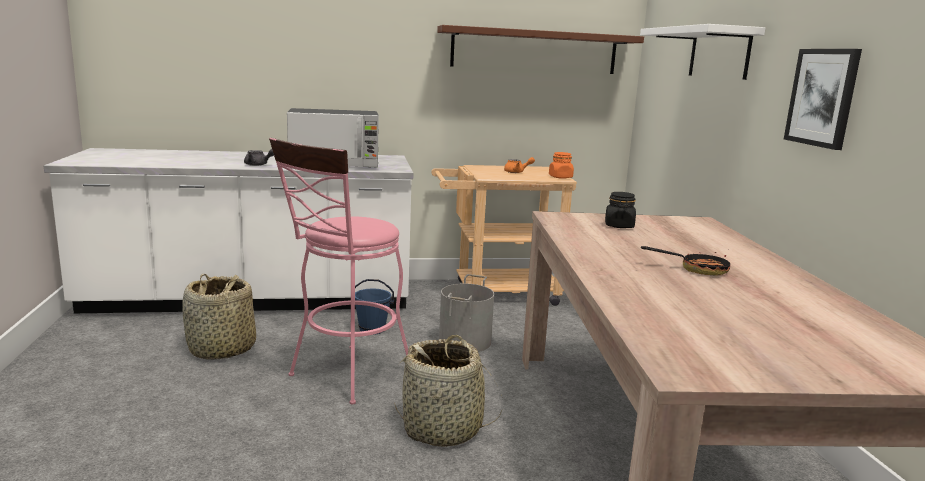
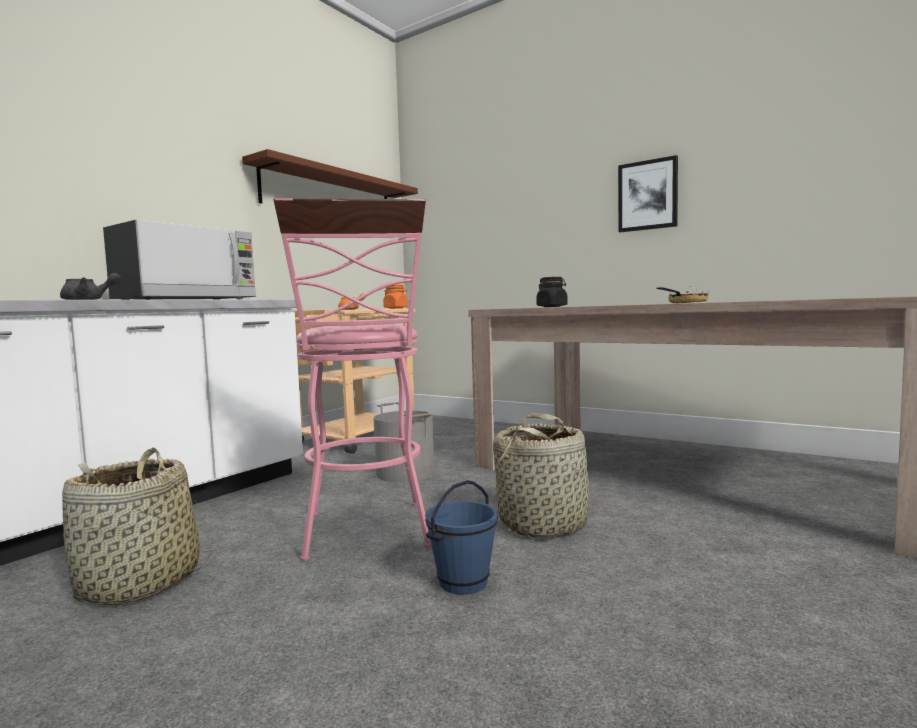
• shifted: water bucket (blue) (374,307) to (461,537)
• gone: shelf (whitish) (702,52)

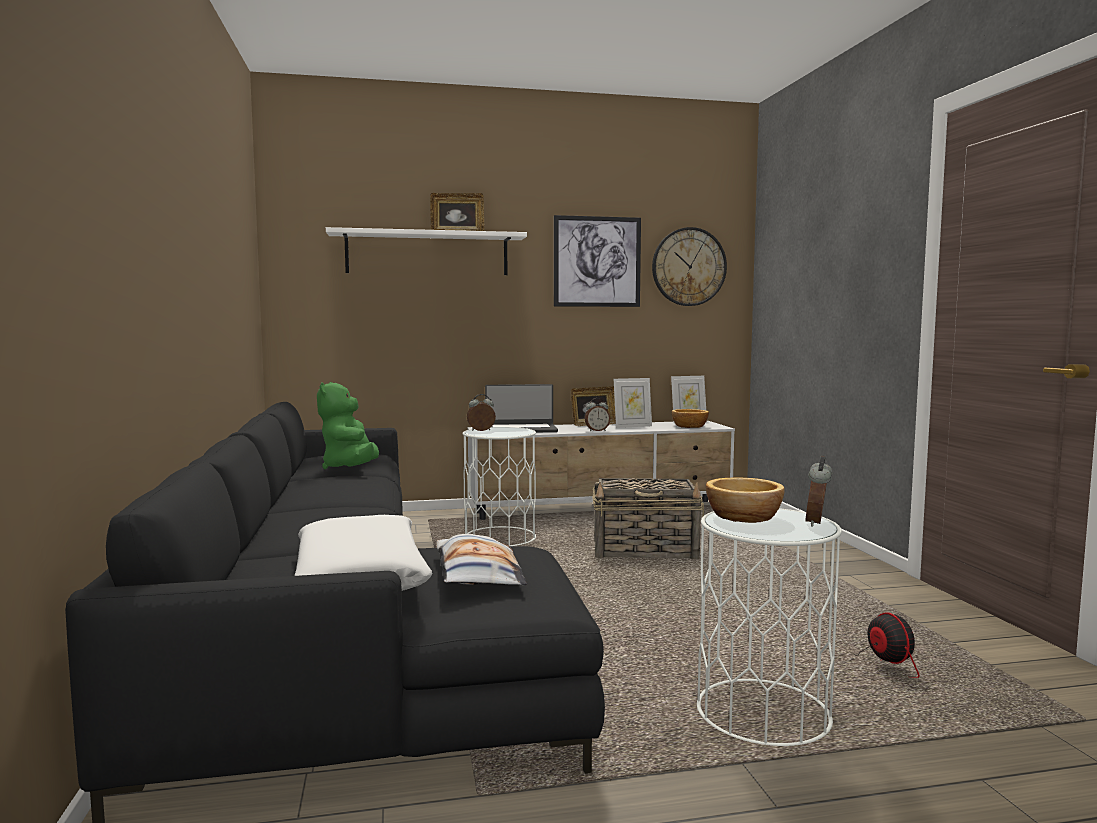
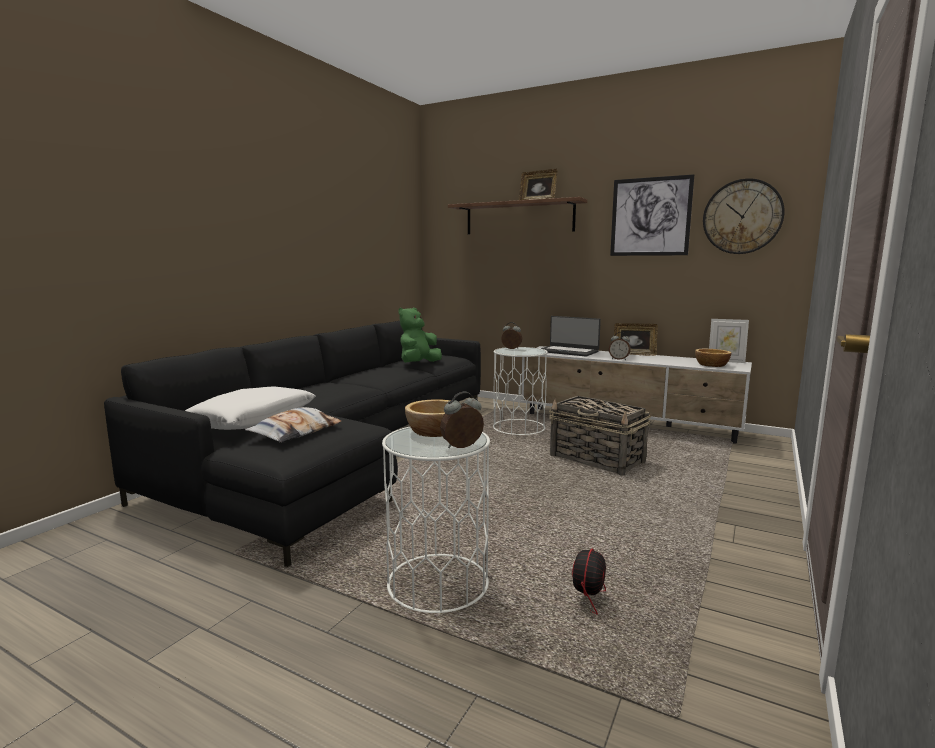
• repainted: shelf (whitish) (426,251) to shelf (brown) (517,215)
• gone: standing frame (633,403)

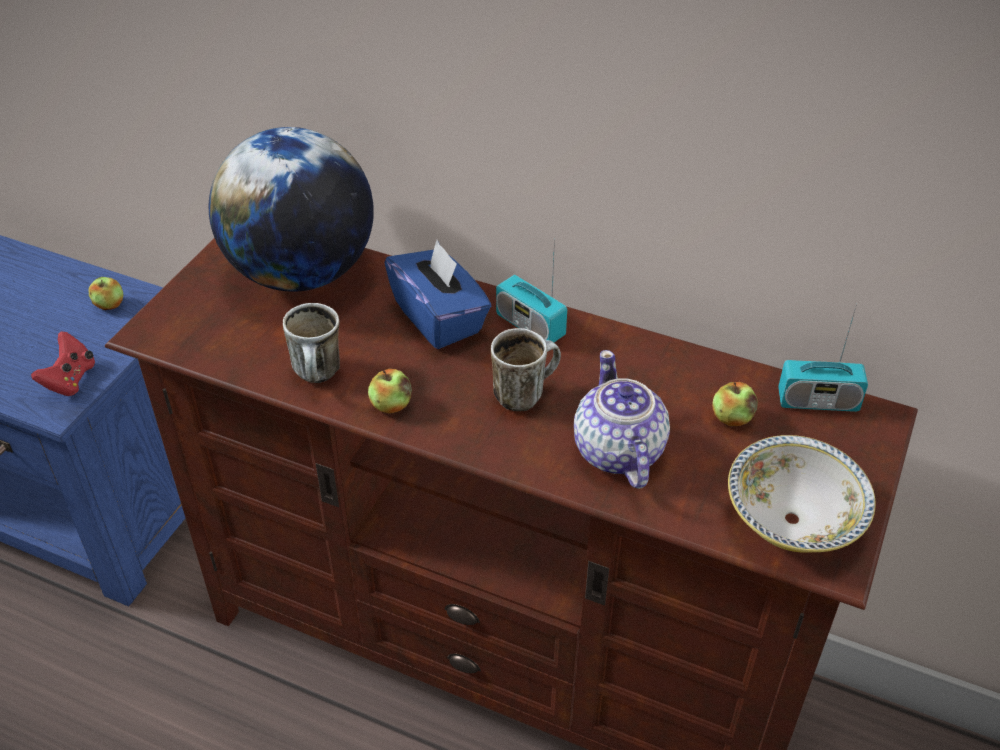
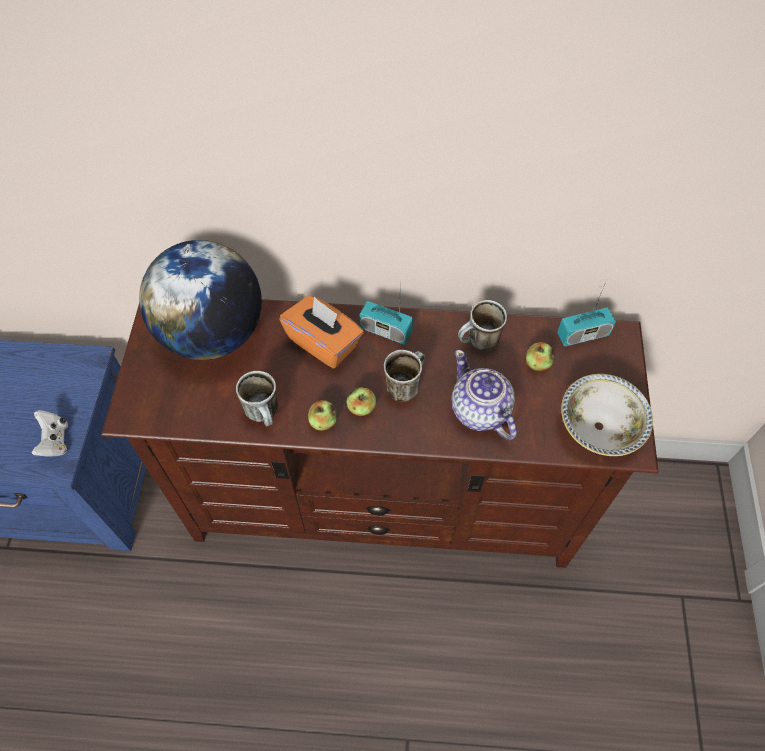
• repainted: joypad (red) (63,364) to joypad (whitish) (49,433)
• repainted: box of tissues (blue) (438,294) to box of tissues (orange) (321,332)
• shifted: apple fruit (106,293) to (361,401)
• new: tea mug (482,325)

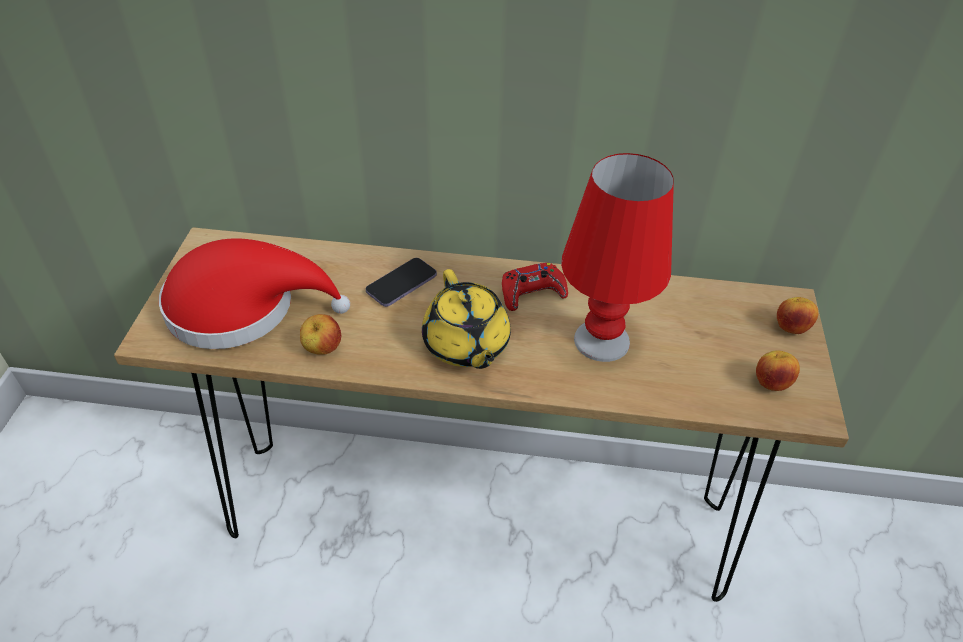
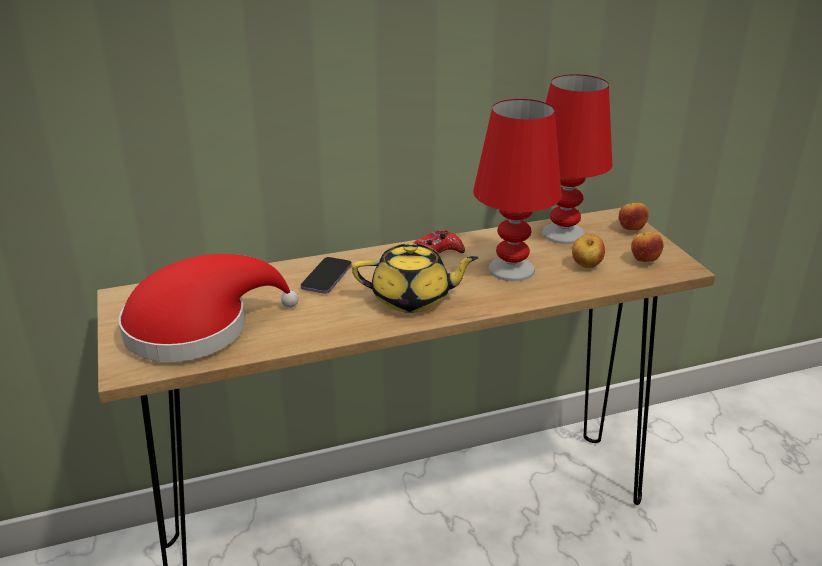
• rotated: teapot (yellowish) (466,319) = (415,278) 45 degrees counterclockwise
• new: table lamp (red) (577,159)
• shifted: apple fruit (320,334) to (588,251)

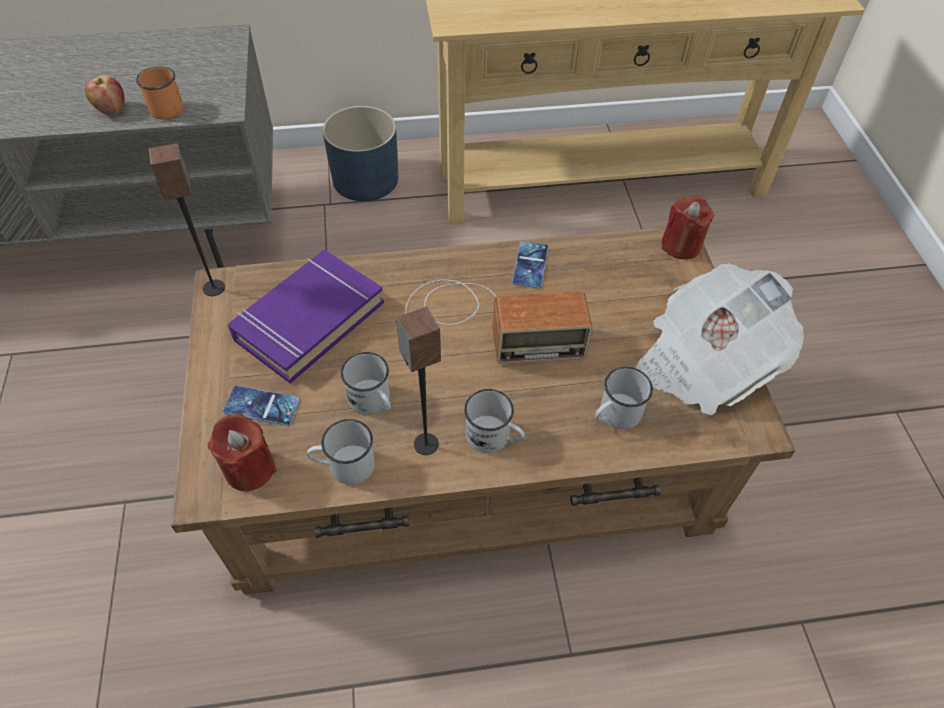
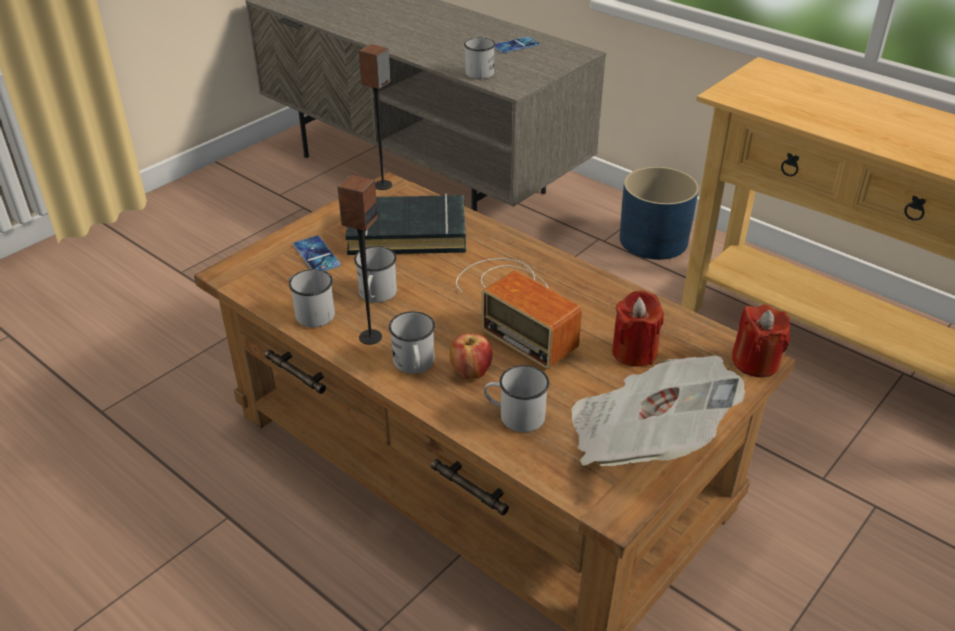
• repainted: book (purplish) (306,316) to book (black) (406,224)
• shifted: apple fruit (105,94) to (471,356)
• repainted: tea mug (orange) (160,92) to tea mug (whitish) (480,58)
• shifted: telephone (530,264) to (517,45)
• shifted: wax light (red) (241,452) to (638,328)

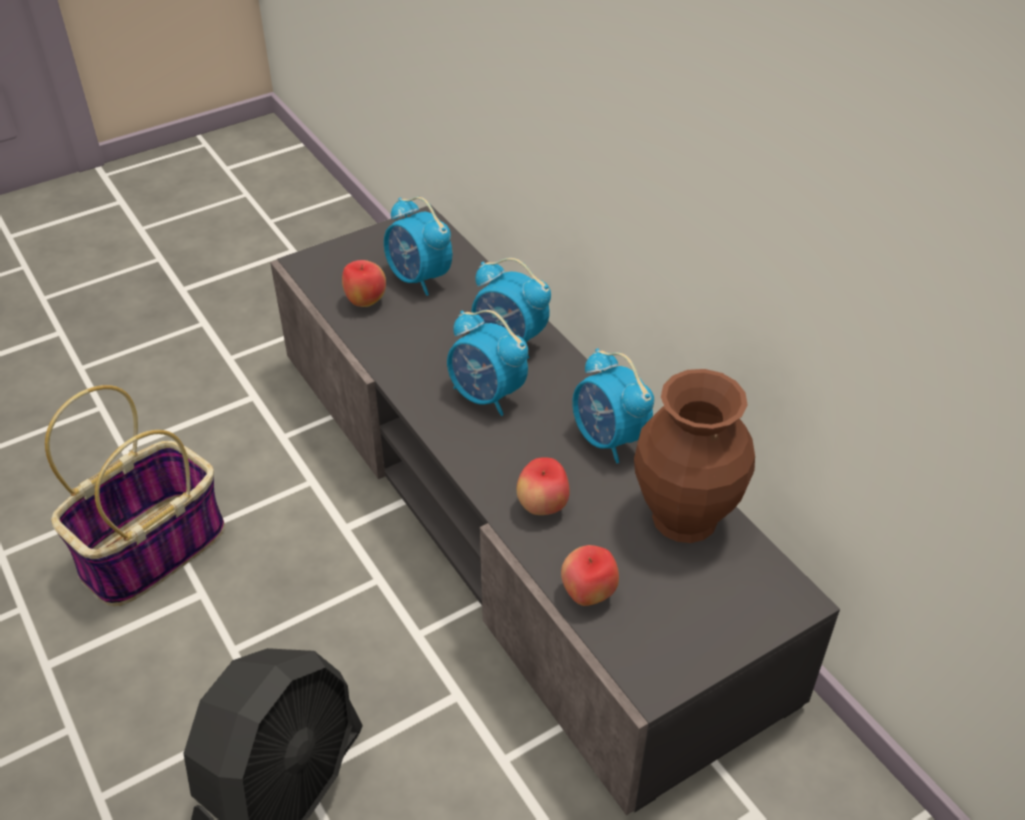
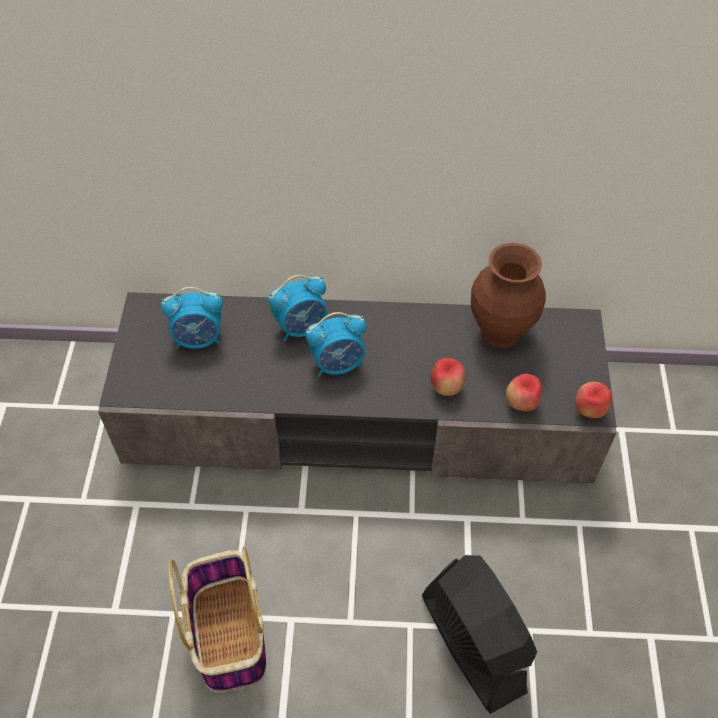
• shifted: apple fruit (364,283) to (593,400)
• gone: bedside clock (613,405)

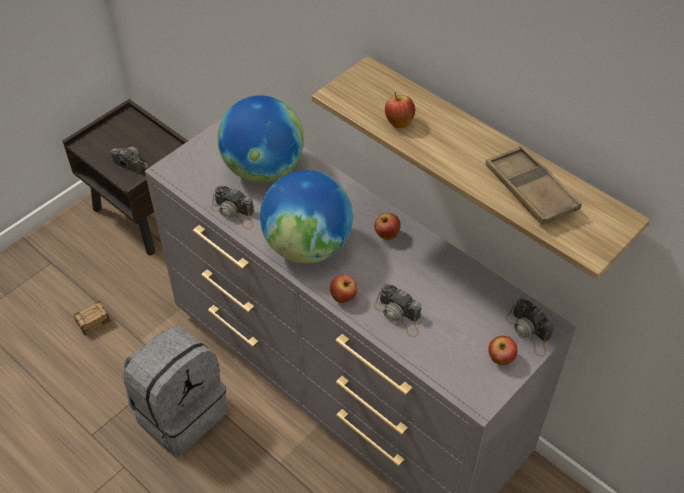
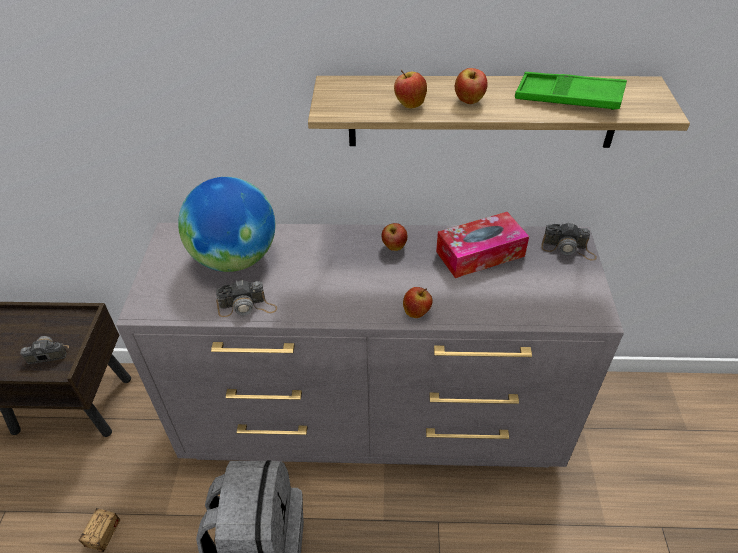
• new: box of tissues (482,245)
• shifted: apple fruit (502,350) to (471,86)
• repainted: serving tray (brown) (534,185) to serving tray (green-coloured) (571,91)
• gone: desk globe (306,216)
• gone: still camera (397,310)

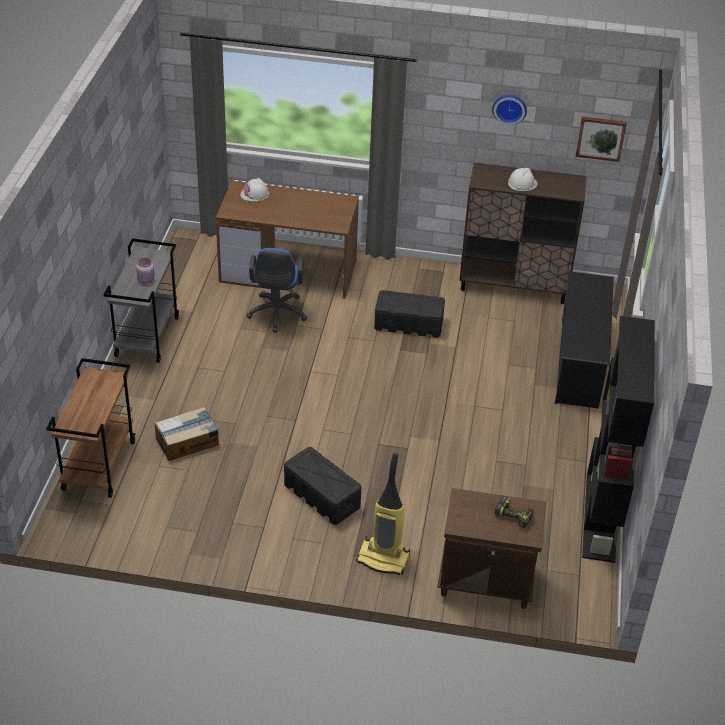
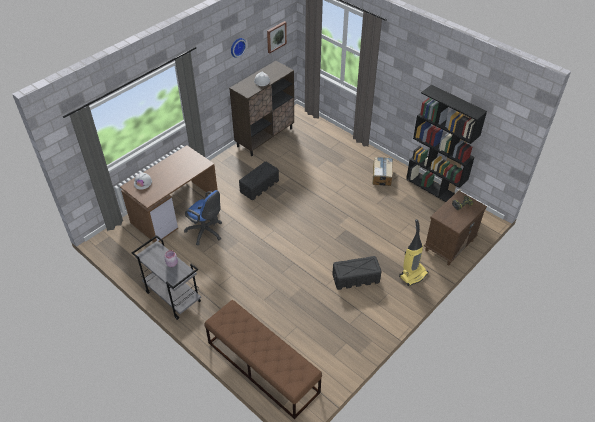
• swapped: trolley (brown) (90,428) to indoor bench (brown) (263,359)
• shifted: packing box (187,434) to (383,171)
• gone: shoe stand (black) (584,340)

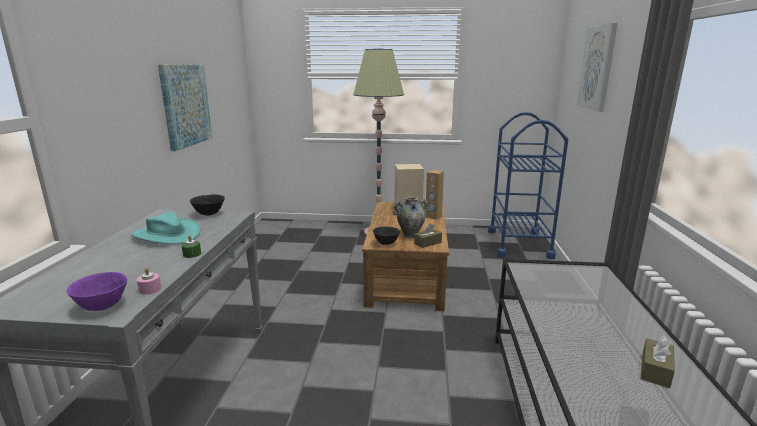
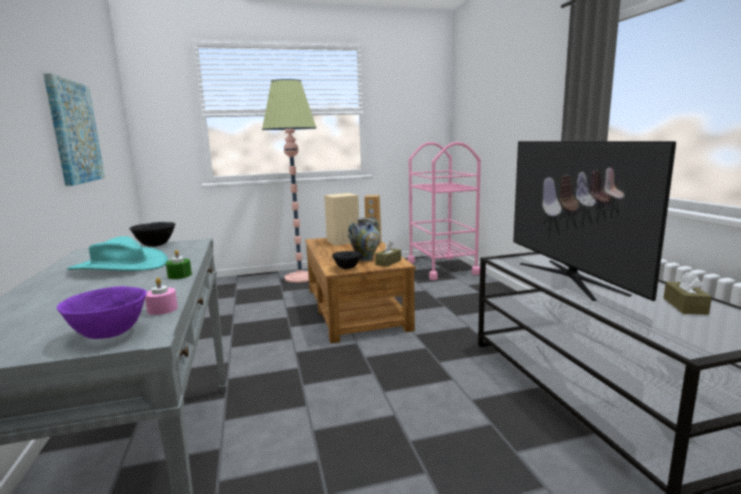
• repainted: trolley (blue) (528,185) to trolley (pinkish) (444,211)
• new: television (594,221)
• gone: picture (597,67)

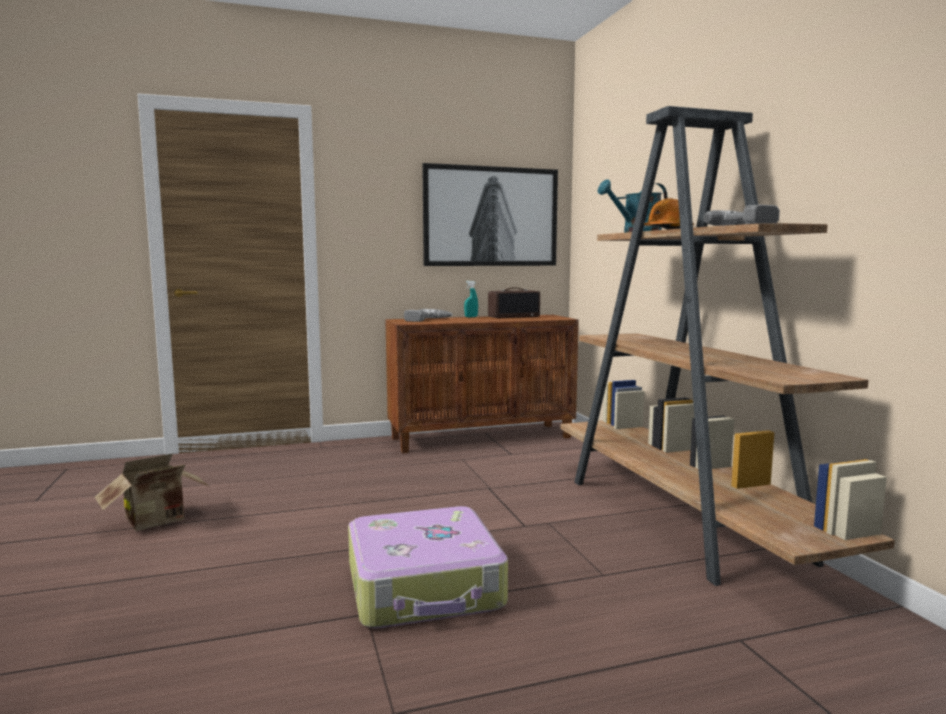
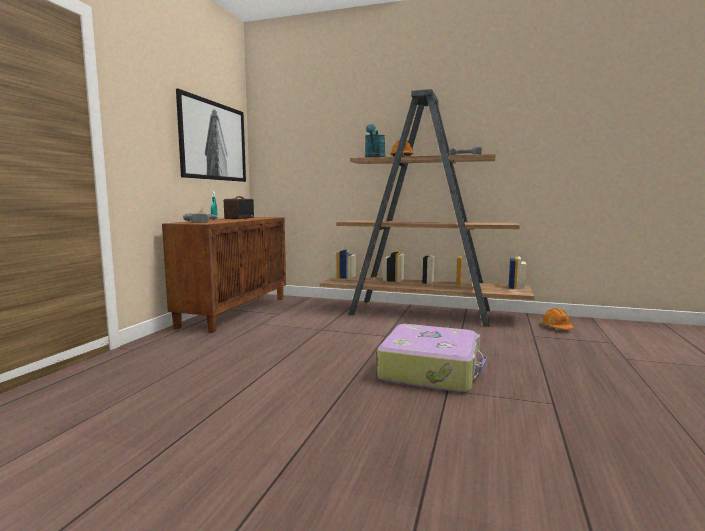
• new: safety helmet (orange) (557,318)
• gone: packing box (152,492)

